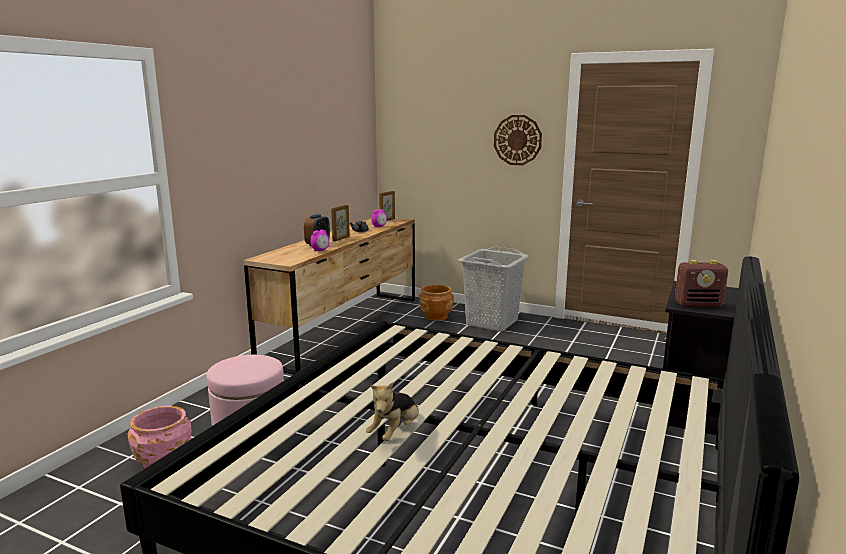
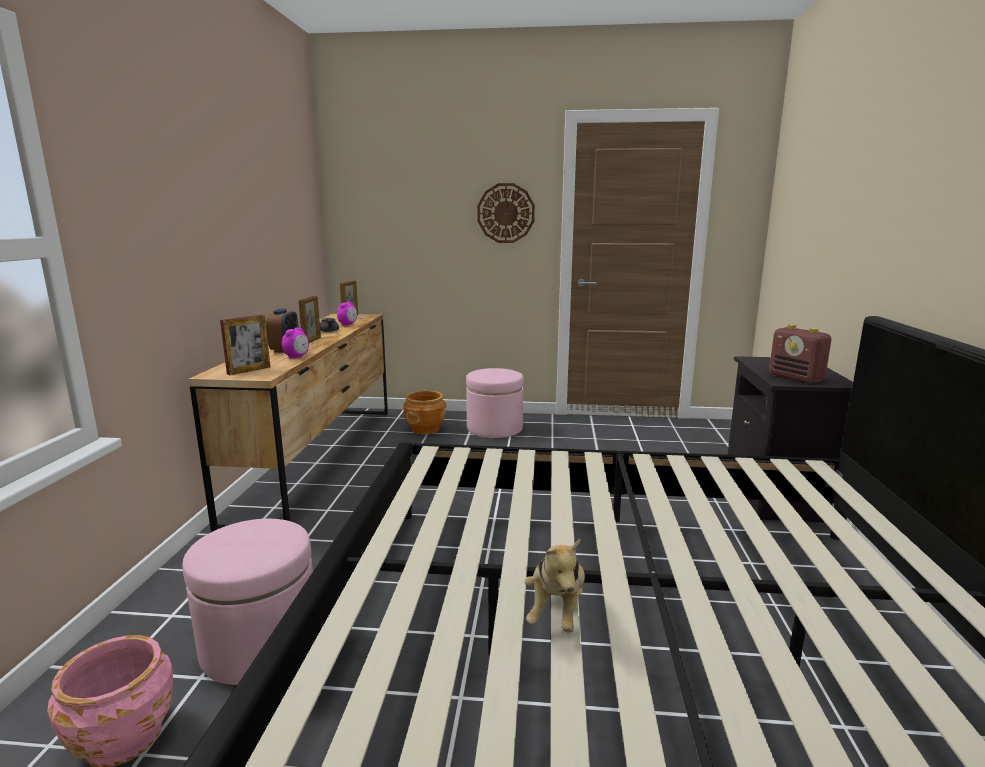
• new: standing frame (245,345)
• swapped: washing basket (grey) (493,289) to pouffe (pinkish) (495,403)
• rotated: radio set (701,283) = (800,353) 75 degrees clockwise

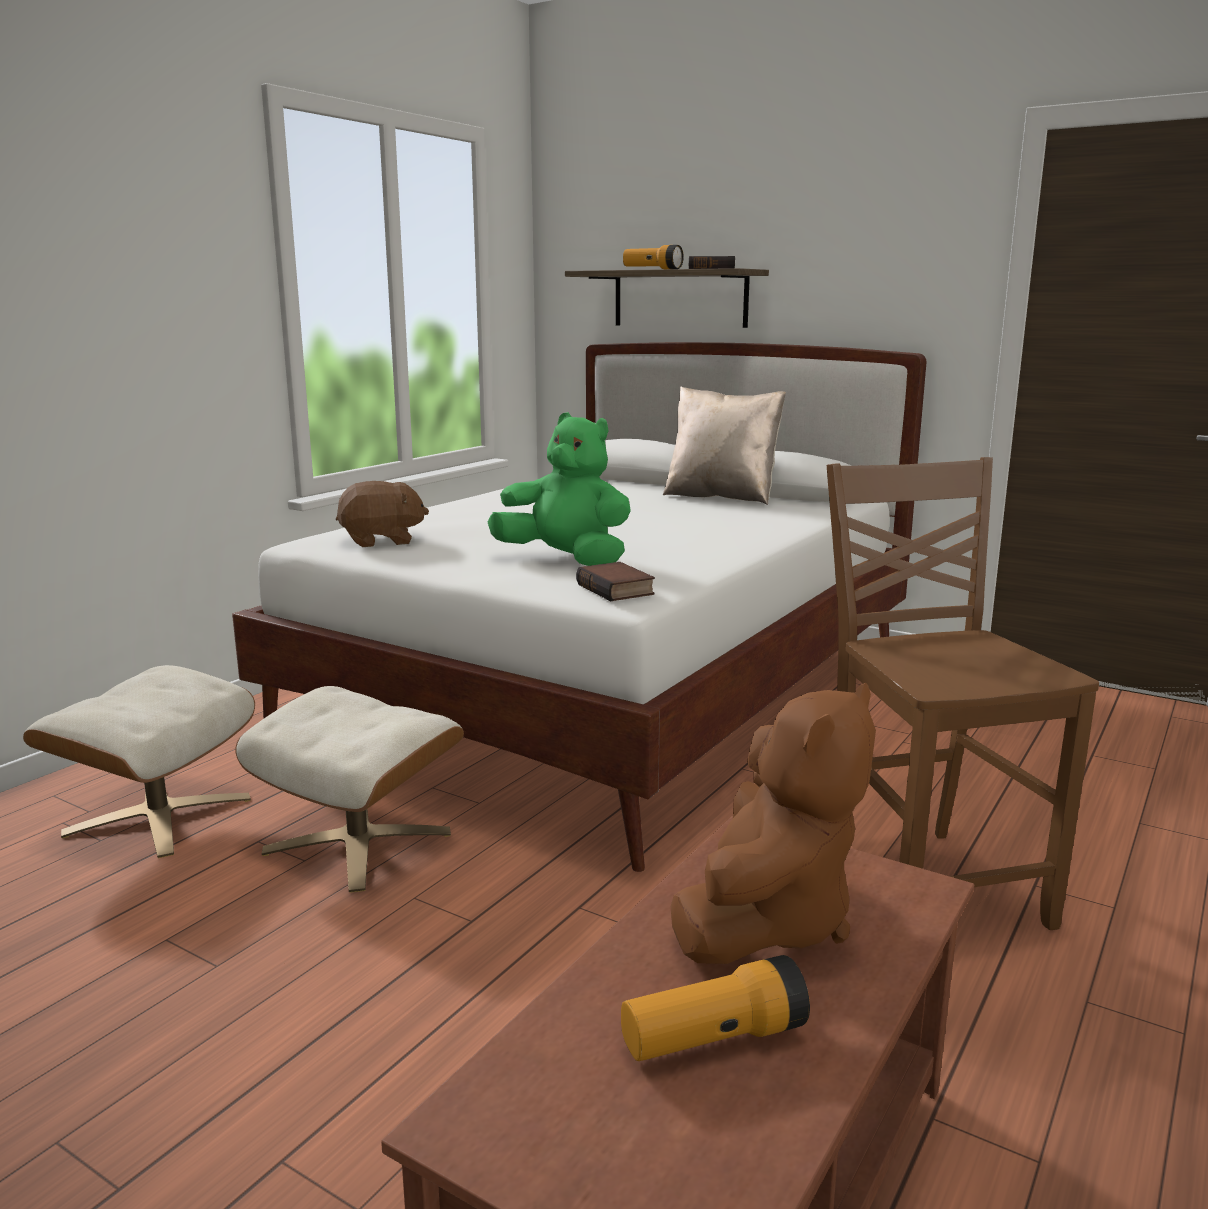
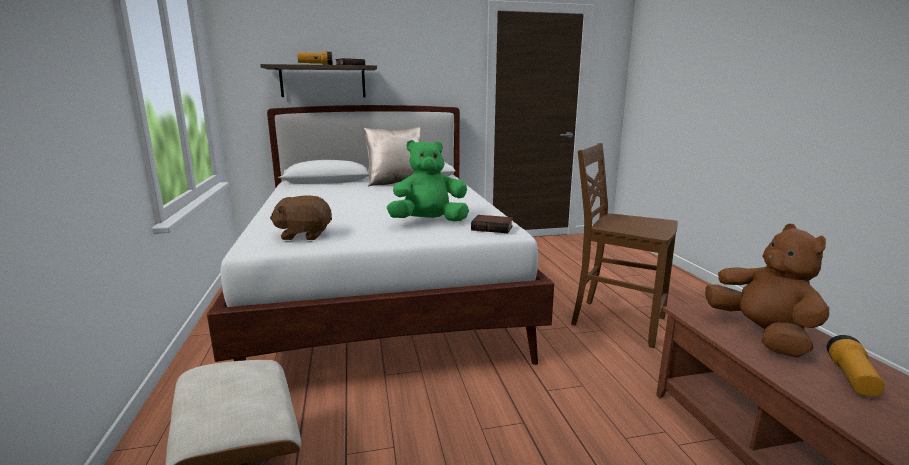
• rotated: plush toy (brown) (382,514) = (301,217) 120 degrees counterclockwise
• gone: pouffe (beige-coloured) (349,789)

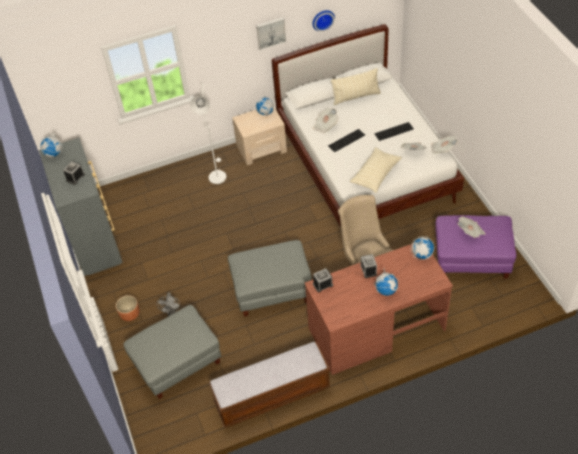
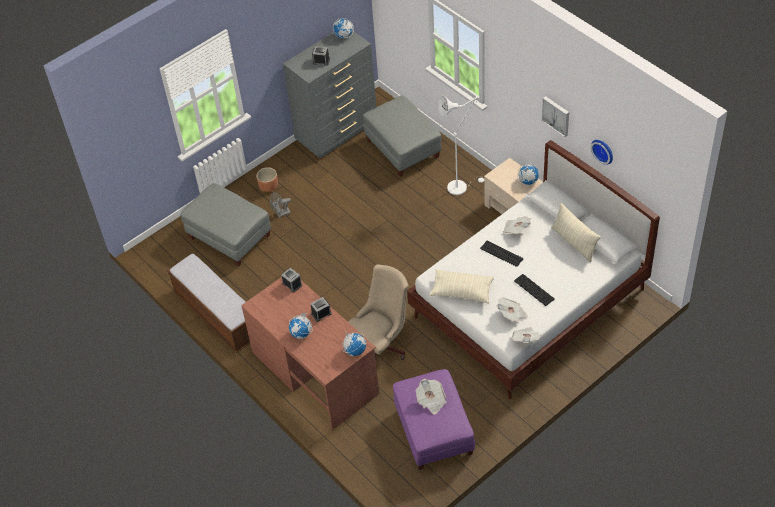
• shifted: pouffe (grey) (270,278) to (402,136)

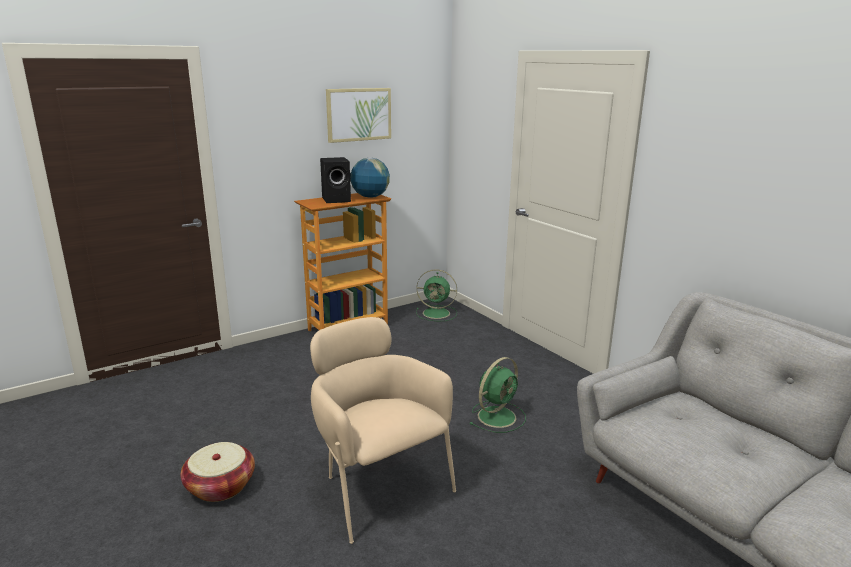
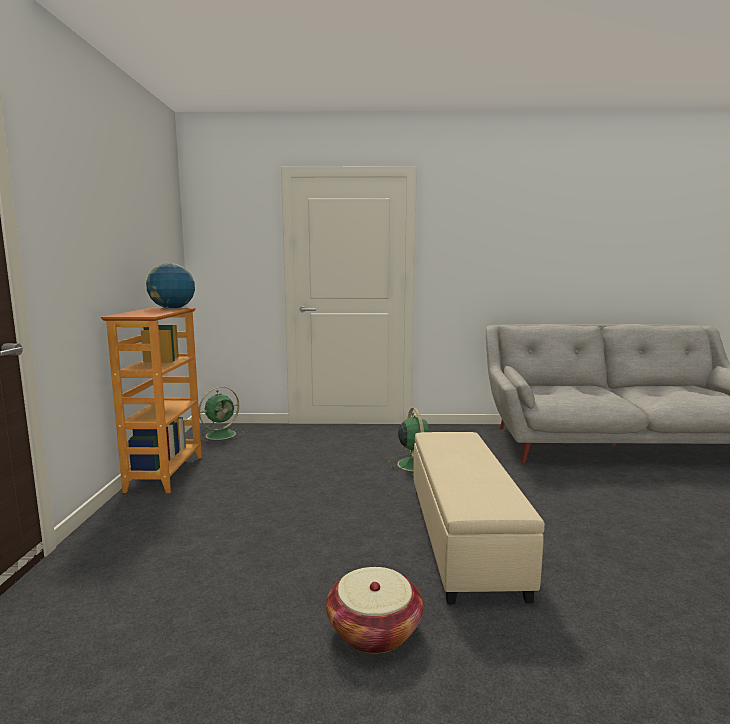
• swapped: lounge chair (beige-coloured) (383,430) to pouffe (beige-coloured) (479,518)
• gone: audio speaker (black) (335,180)
• gone: picture (358,115)

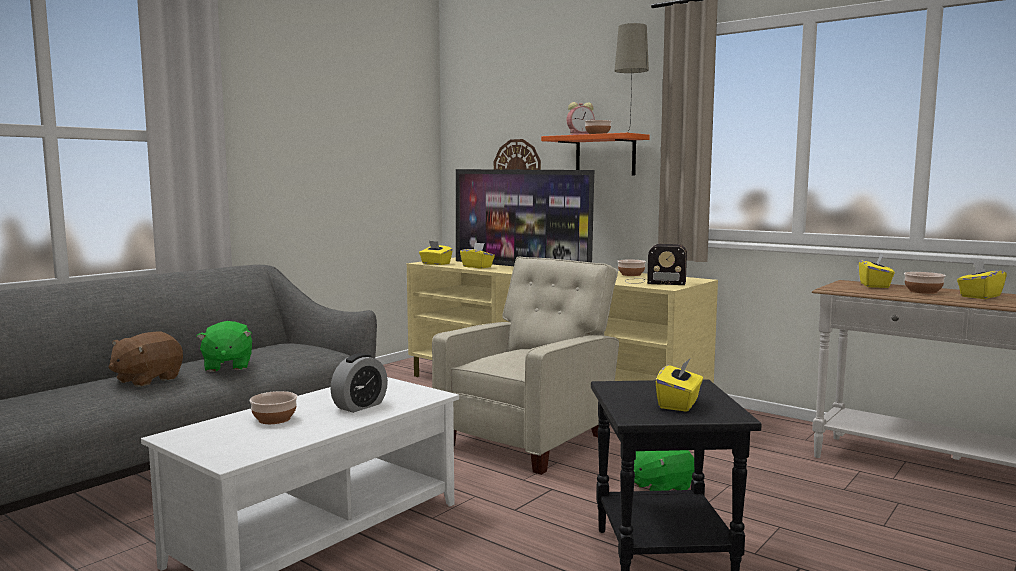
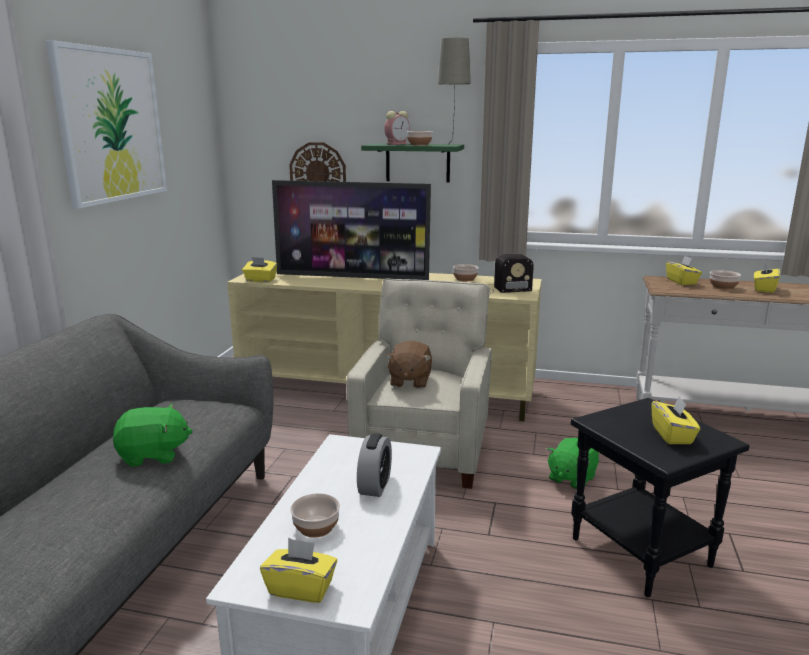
• new: picture (106,124)
• rotated: plush toy (green-coloured) (224,346) = (153,435) 60 degrees counterclockwise
• shifted: box of tissues (yellowish) (477,255) to (298,570)
• repainted: shelf (orange) (595,154) to shelf (green-coloured) (412,163)
• shifted: plush toy (brown) (146,359) to (408,364)

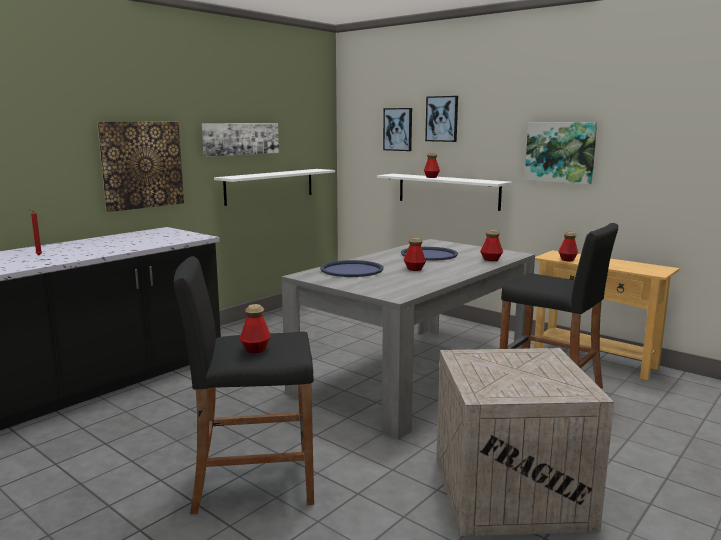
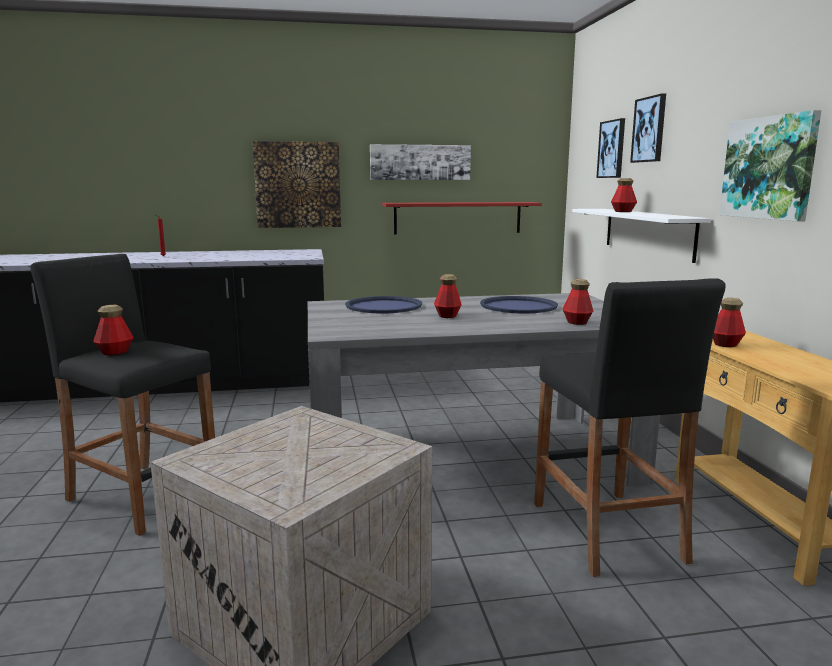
• repainted: shelf (whitish) (274,187) to shelf (red) (462,218)

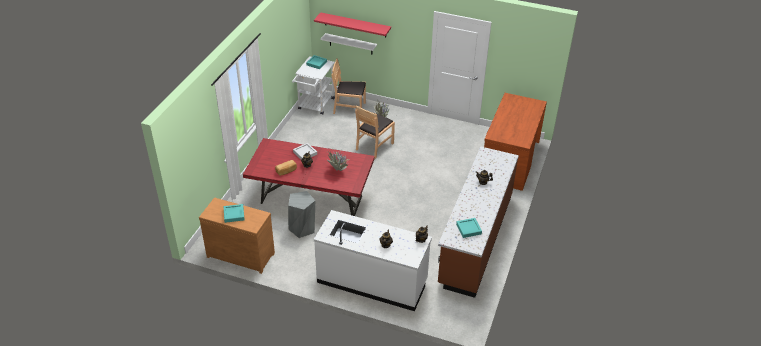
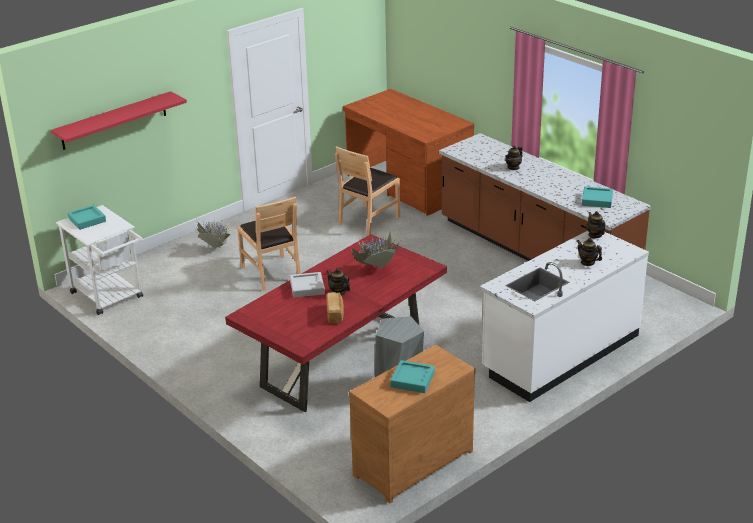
• shifted: chair (brown) (349,86) to (367,190)
• gone: shelf (whitish) (349,43)

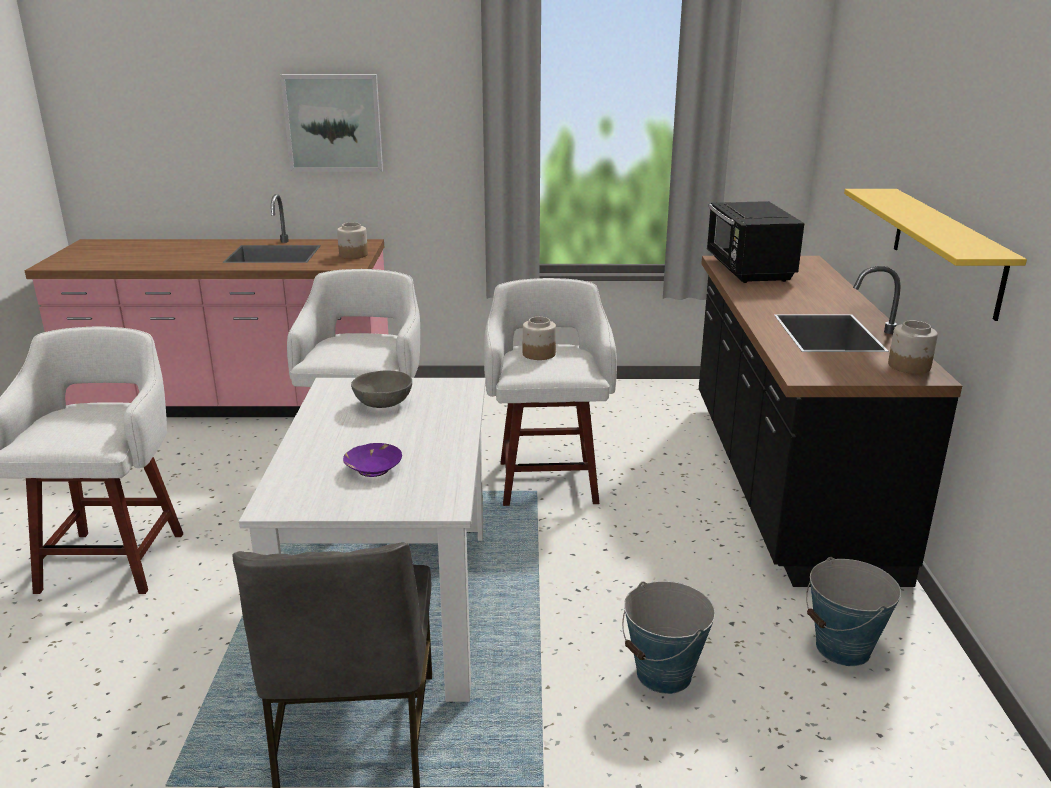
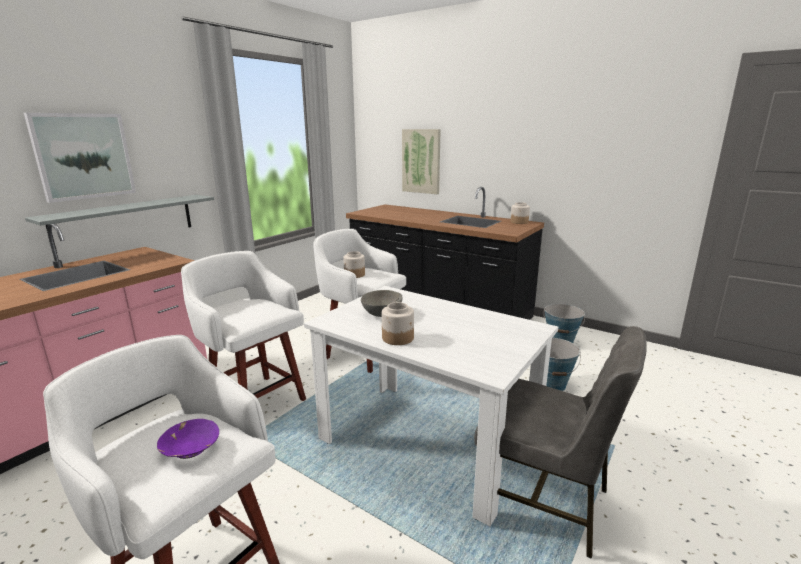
• new: shelf (grey) (119,223)
• shifted: serving bowl (purplish) (372,460) to (188,439)
• shifted: preserve jar (352,240) to (398,323)
• new: picture (421,161)
• gone: microwave oven (black) (755,242)
• gone: shelf (yellowish) (935,255)

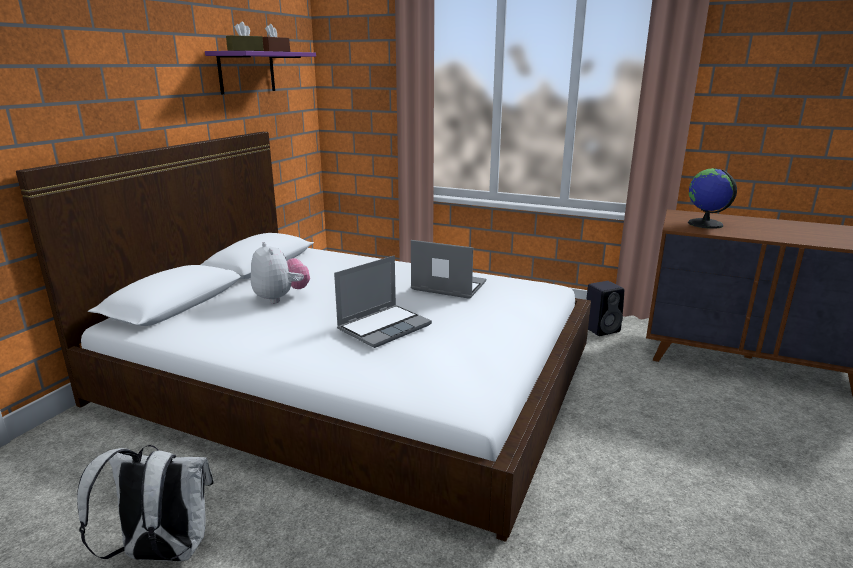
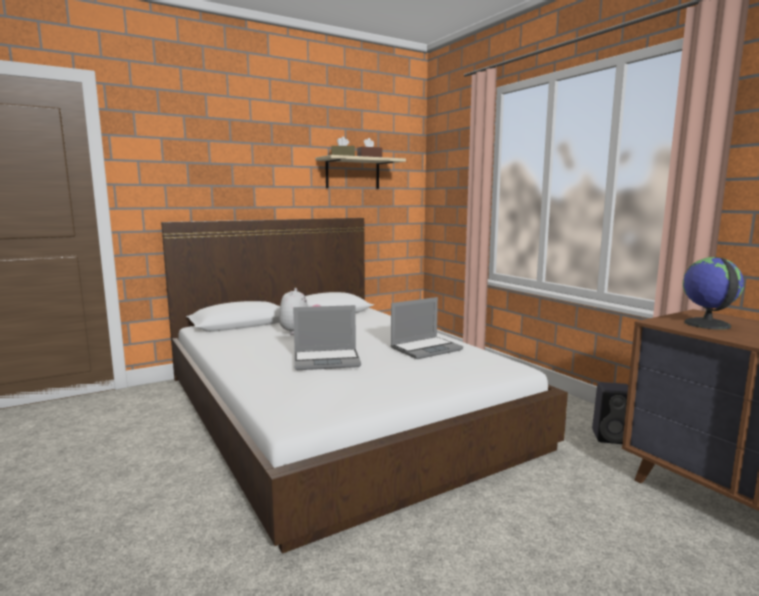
• repainted: shelf (purplish) (260,72) to shelf (beige-coloured) (360,172)
• rotated: notebook computer (448,269) = (427,328) 90 degrees clockwise
• gone: knapsack (whitish) (145,503)

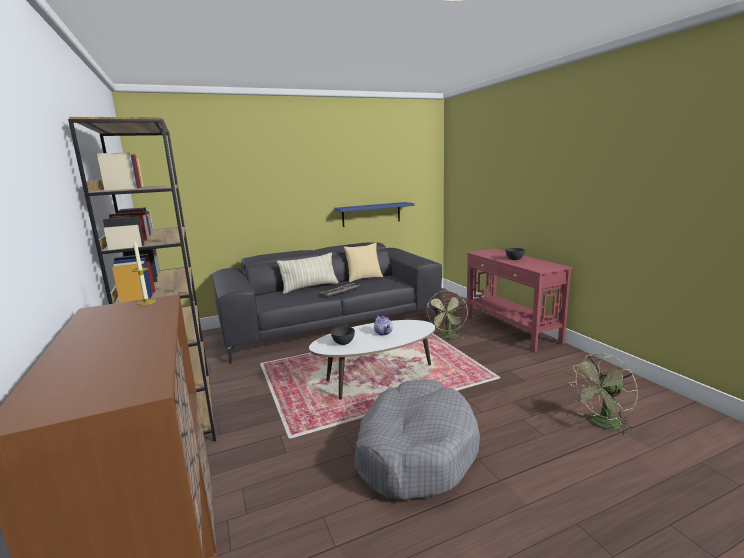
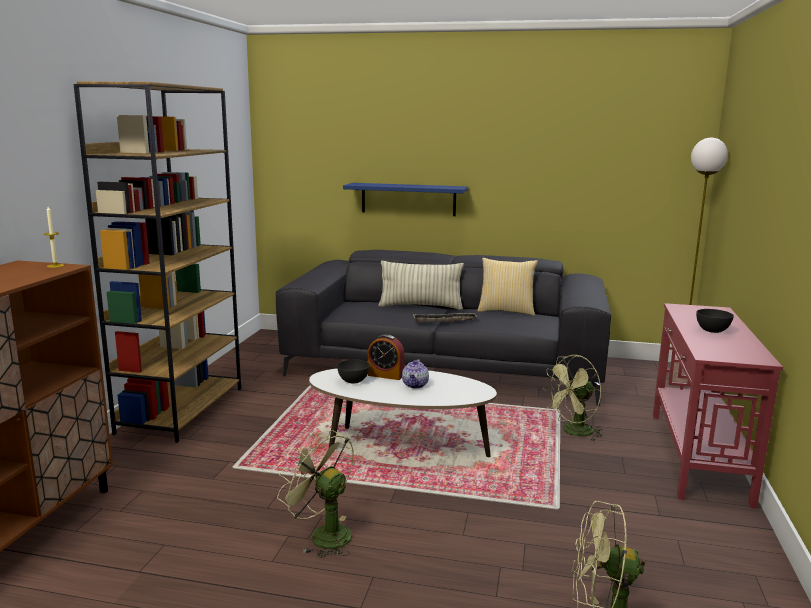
• swapped: pet bed (grey) (417,440) to fan (green-coloured) (315,494)
• shifted: shelf (blue) (374,214) to (405,199)
• new: bedside clock (386,357)
• new: standing lamp (700,260)

